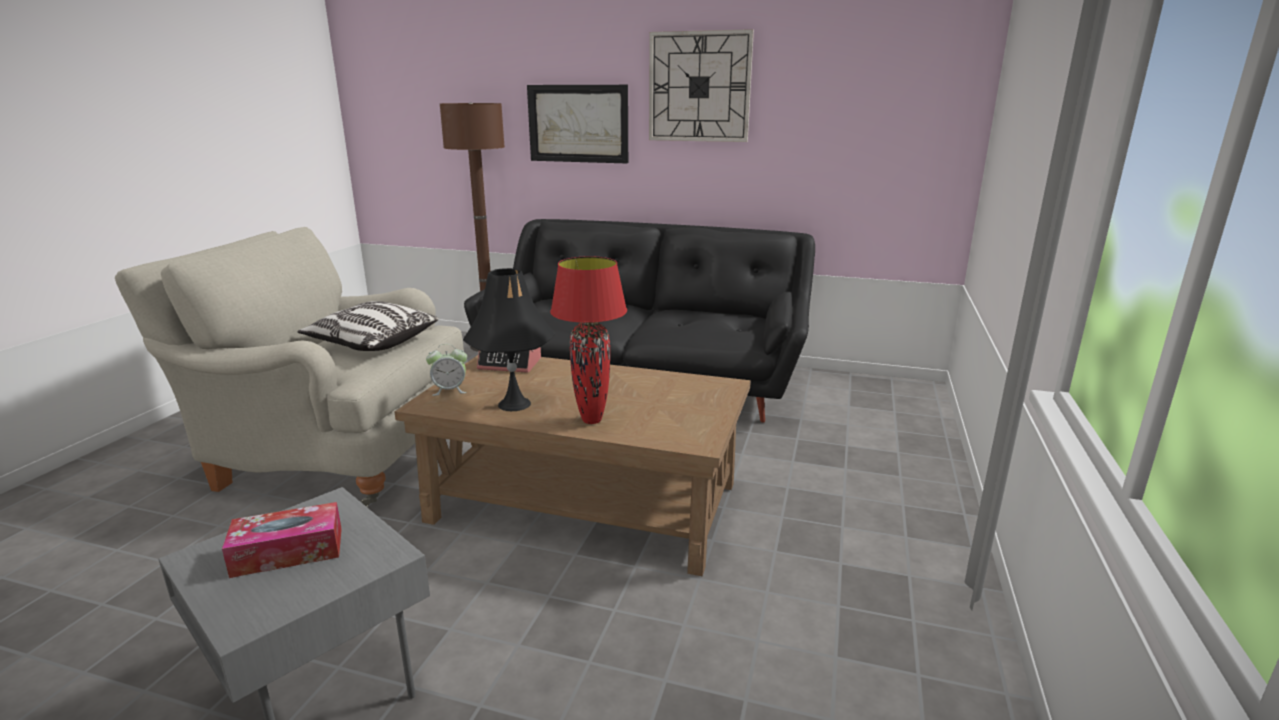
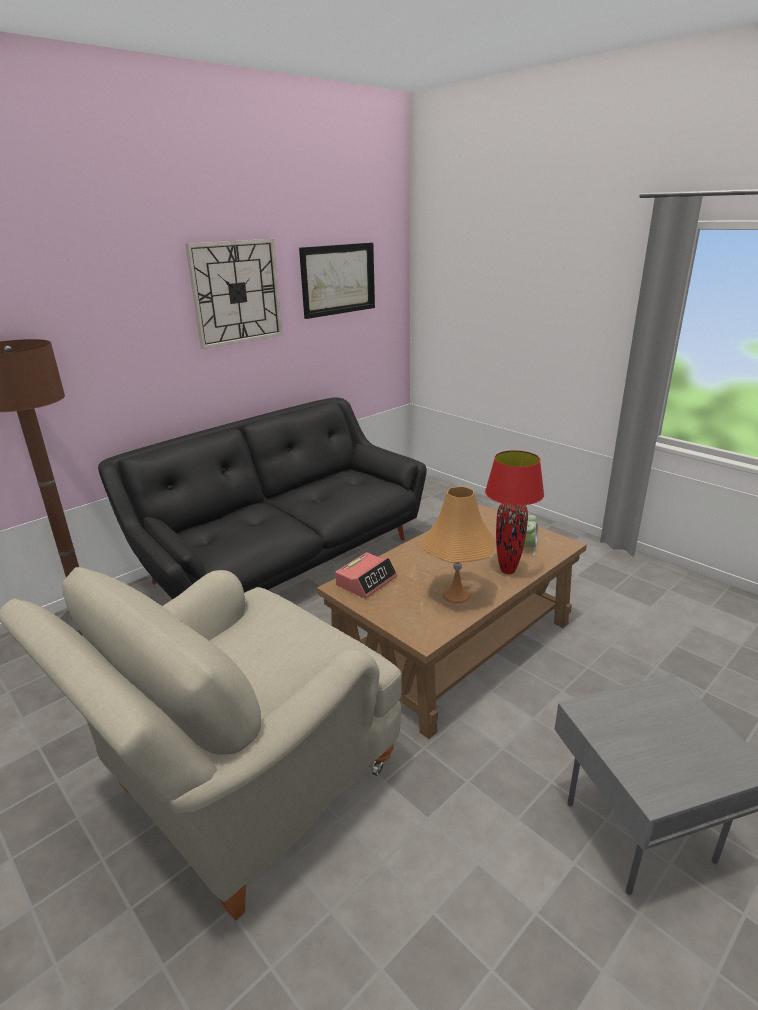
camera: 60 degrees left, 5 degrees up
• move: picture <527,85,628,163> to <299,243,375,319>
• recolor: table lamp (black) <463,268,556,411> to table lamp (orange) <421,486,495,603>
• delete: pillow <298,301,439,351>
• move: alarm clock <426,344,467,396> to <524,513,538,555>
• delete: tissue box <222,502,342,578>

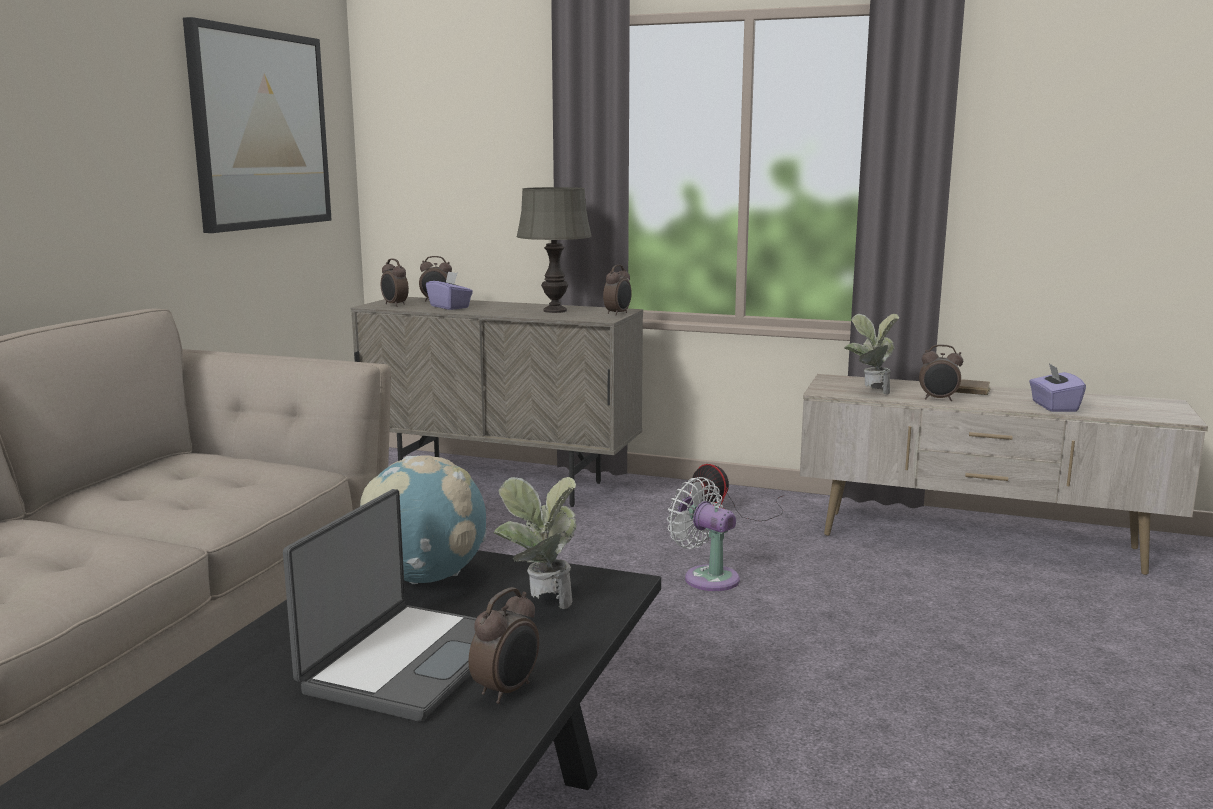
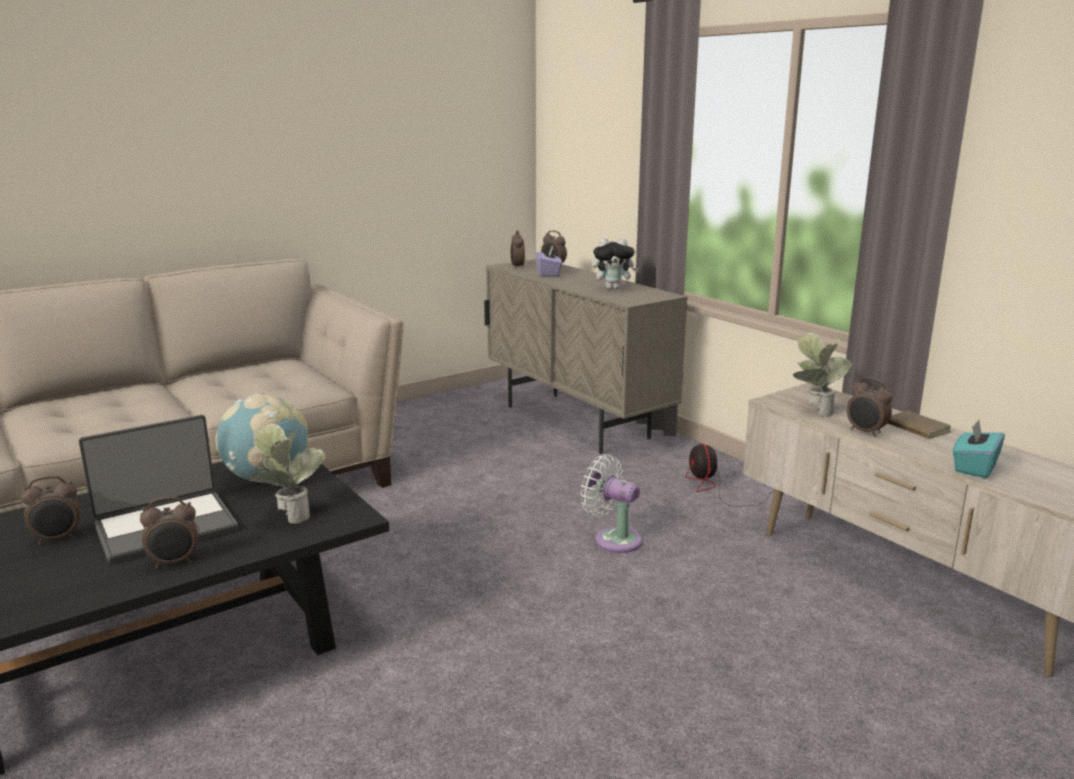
camera: 35 degrees right, 5 degrees up
• delete: picture <183,17,332,233>
• replace: table lamp (grey) <517,187,592,313> to plush toy <592,238,639,289>
• move: alarm clock <603,265,632,315> to <21,476,80,544>
• recolor: tissue box (purple) <1029,363,1086,412> to tissue box (turquoise) <953,420,1005,478>
• rotate: fan (white) <667,477,740,591> = <581,454,642,553> 45 degrees counterclockwise

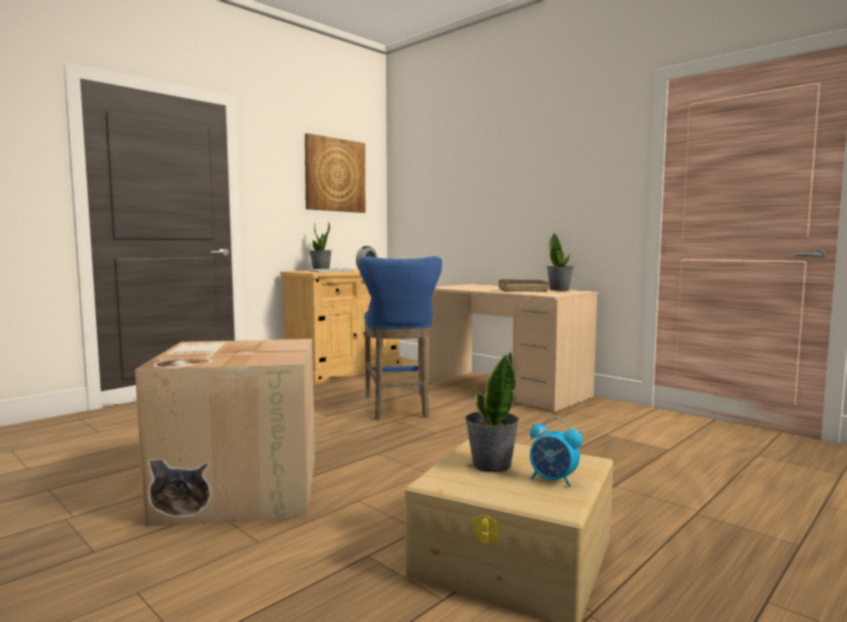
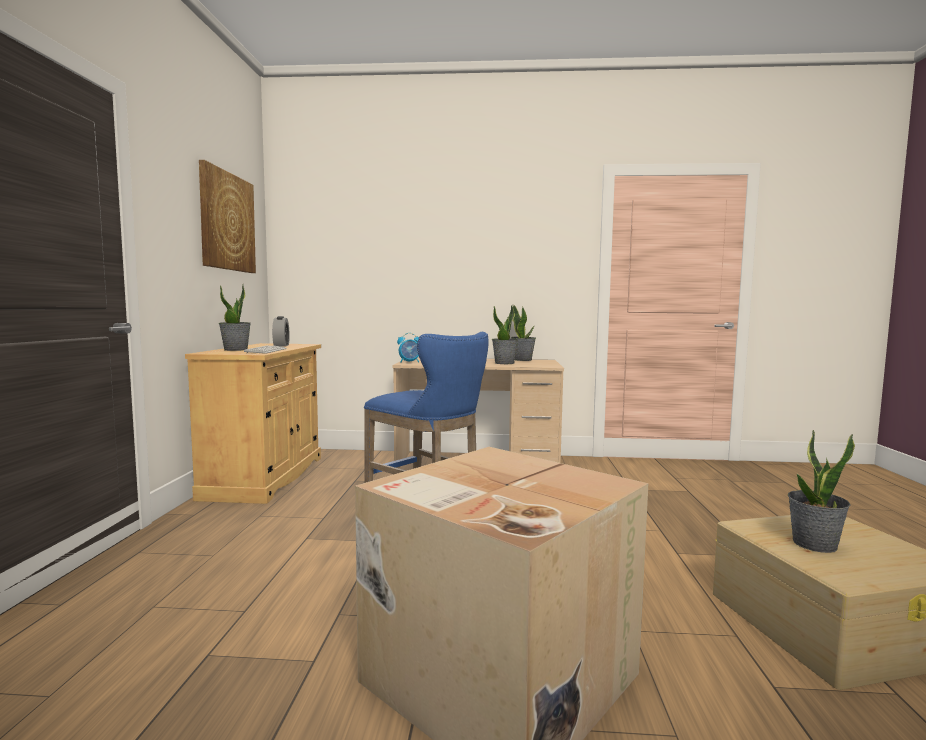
camera: 40 degrees left, 0 degrees up
• replace: book (brown) <499,279,549,292> to potted plant <492,305,519,364>
• move: alarm clock <530,417,583,487> to <397,333,419,363>

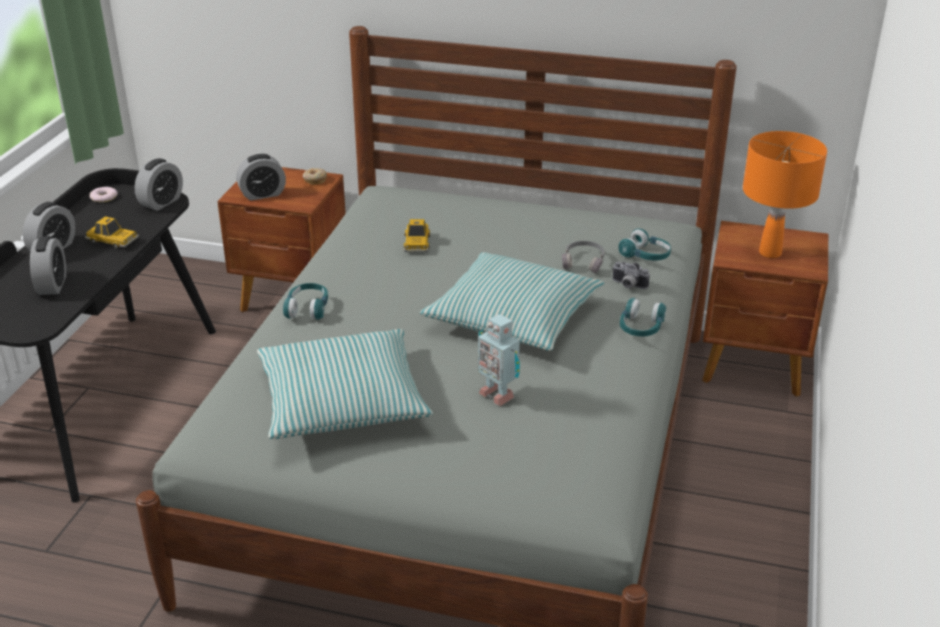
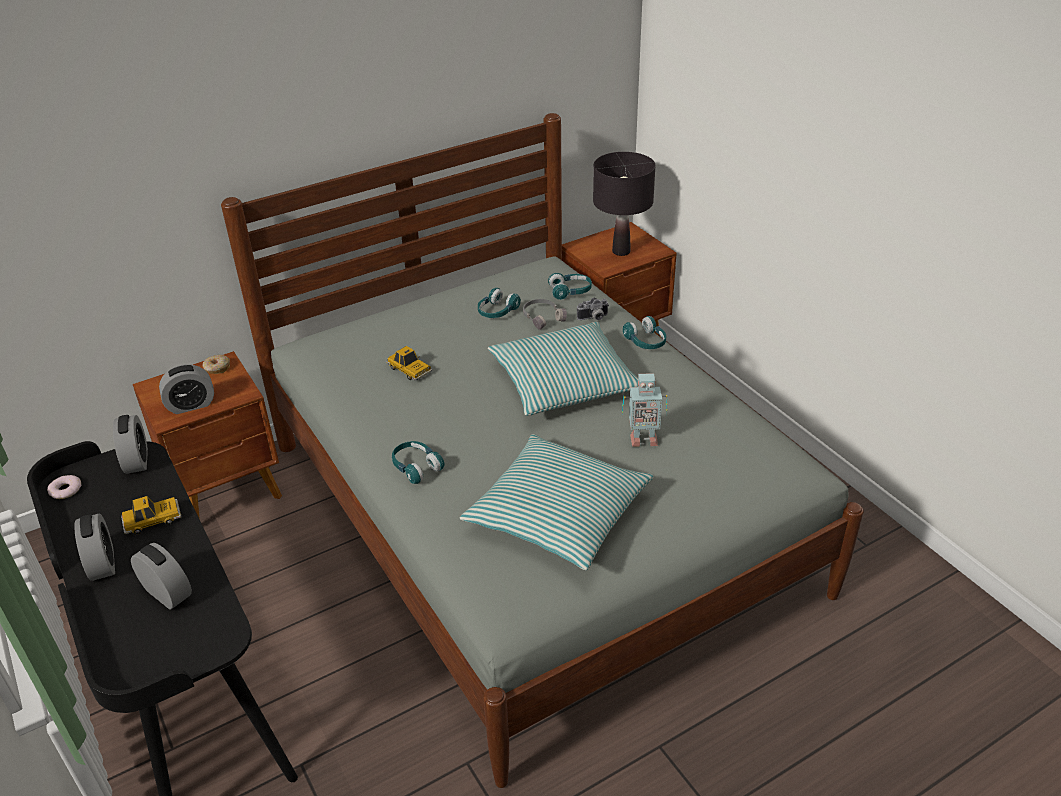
camera: 45 degrees left, 5 degrees up
• recolor: table lamp (orange) <743,131,827,258> to table lamp (black) <593,152,655,256>
• rotate: alarm clock <236,154,286,201> = <159,364,214,414> 45 degrees clockwise
• insert: headphones (turquoise) <478,288,521,318>

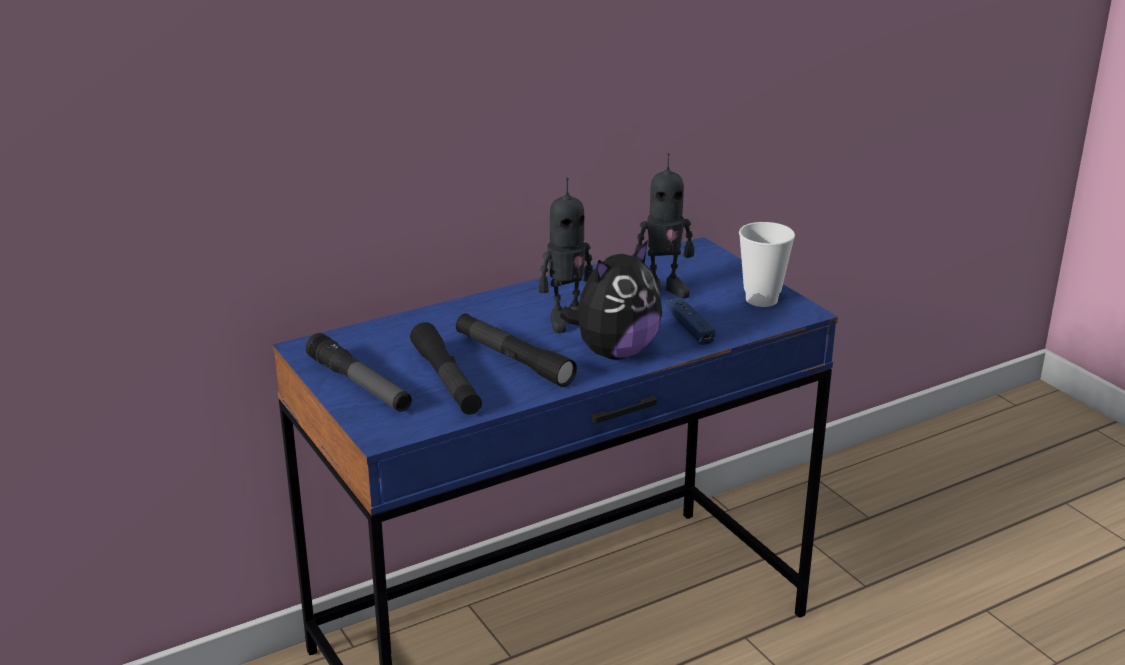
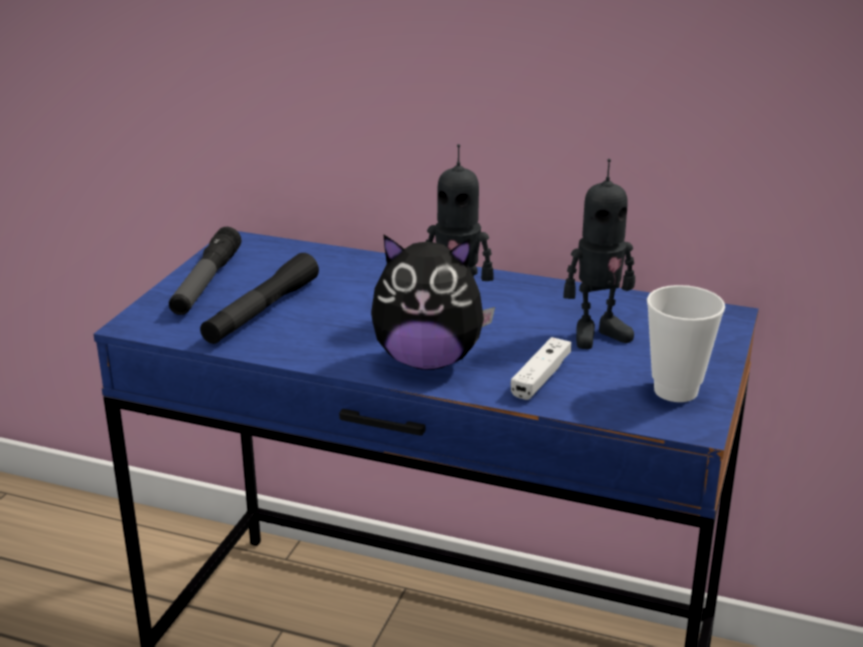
camera: 50 degrees right, 0 degrees up
• rotate: toy robot <635,153,694,299> = <563,159,635,349> 60 degrees counterclockwise
• recolor: game controller (blue) <666,297,716,345> to game controller (white) <511,337,571,400>
• delete: flashlight (black) <456,314,577,387>

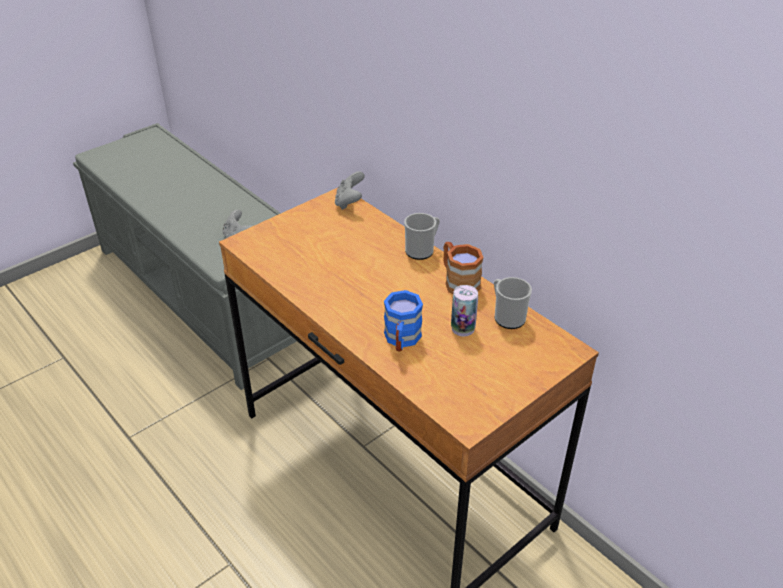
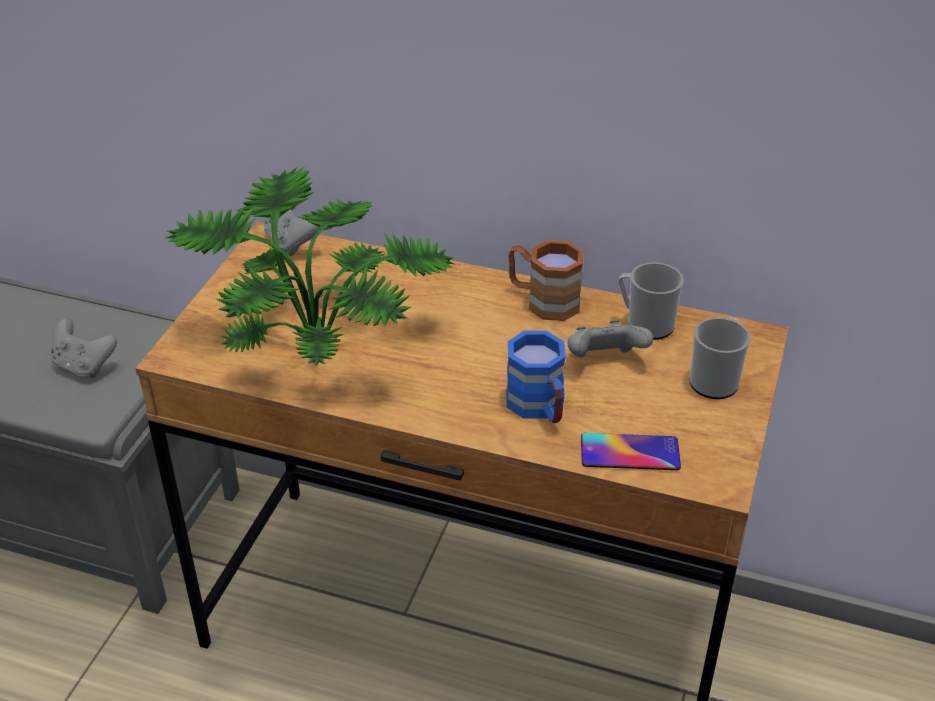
camera: 30 degrees left, 0 degrees up
• move: mug <404,213,440,260> to <689,317,751,399>
• replace: can <451,285,478,337> to game controller (grey) <567,319,653,357>
• insert: potted plant <166,166,454,367>
• insert: phone <581,433,681,470>

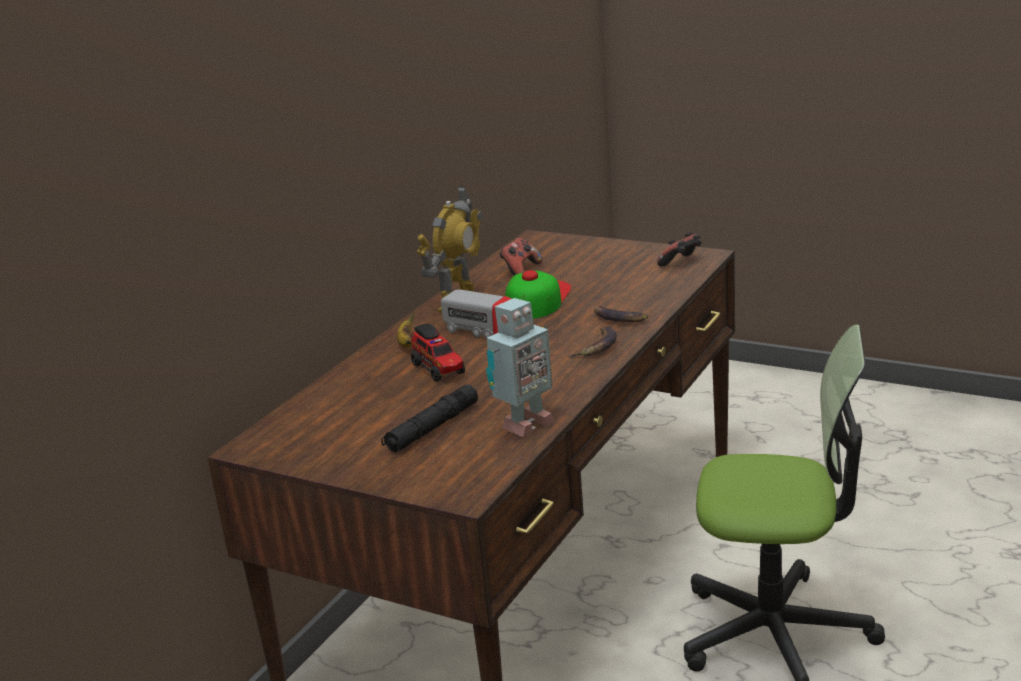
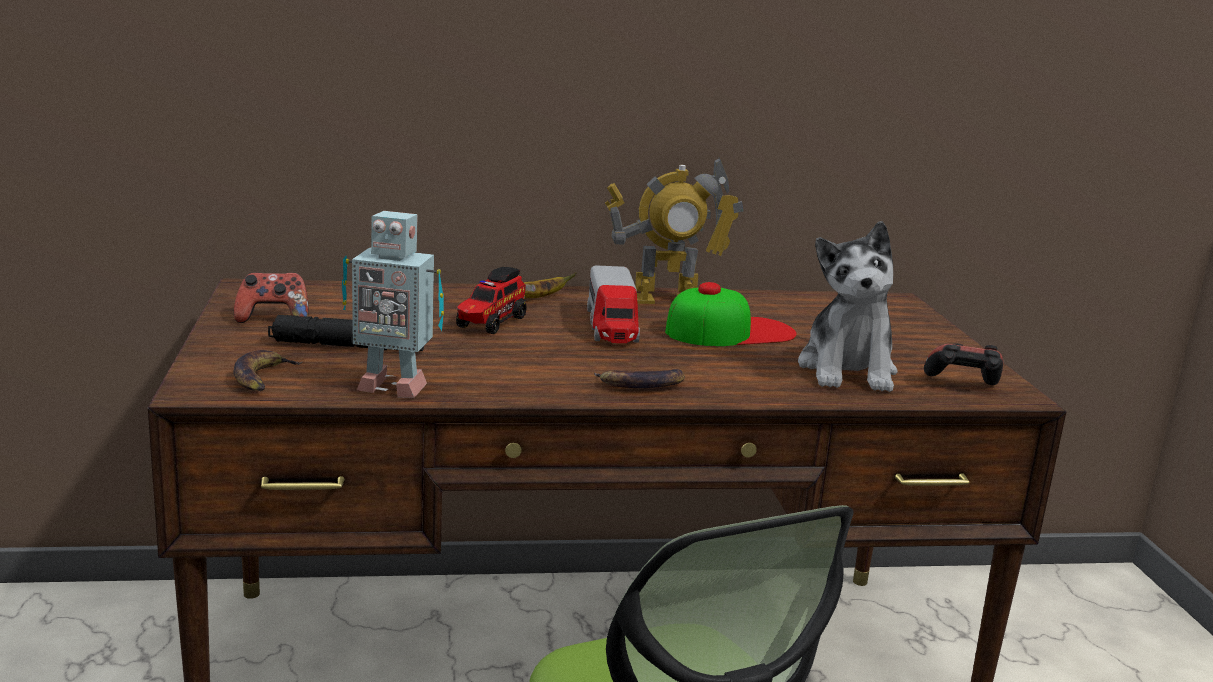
camera: 50 degrees right, 5 degrees down
• move: game controller <499,238,542,276> to <234,272,309,323>
• move: banana <594,306,648,322> to <233,350,303,391>
• insert: plush toy <798,221,898,392>

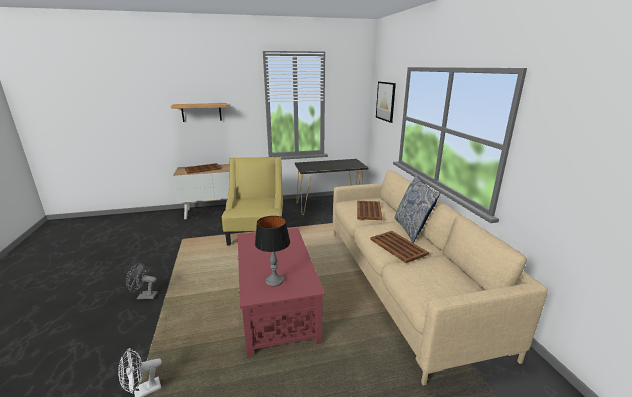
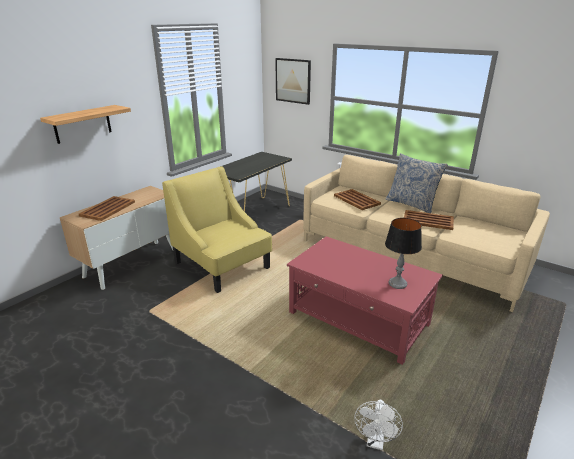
camera: 40 degrees left, 5 degrees up
• delete: fan (grey) <126,262,158,299>

